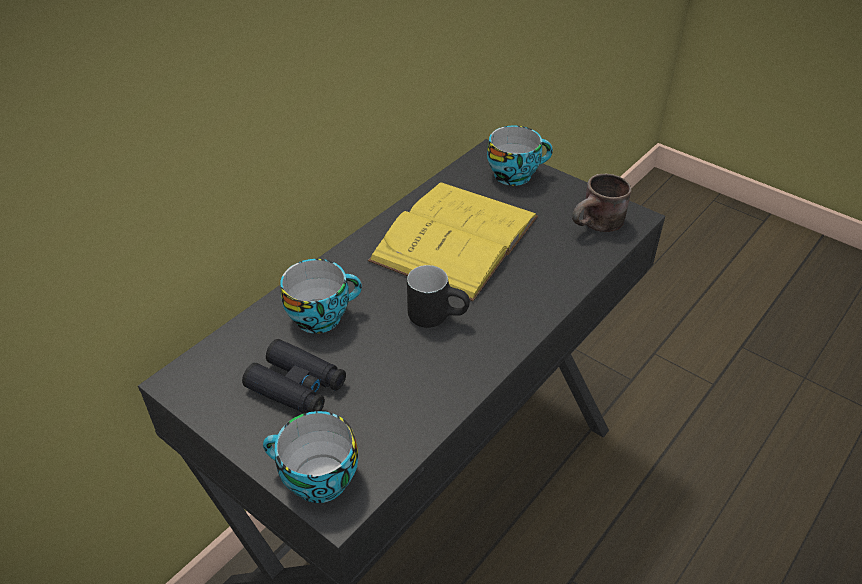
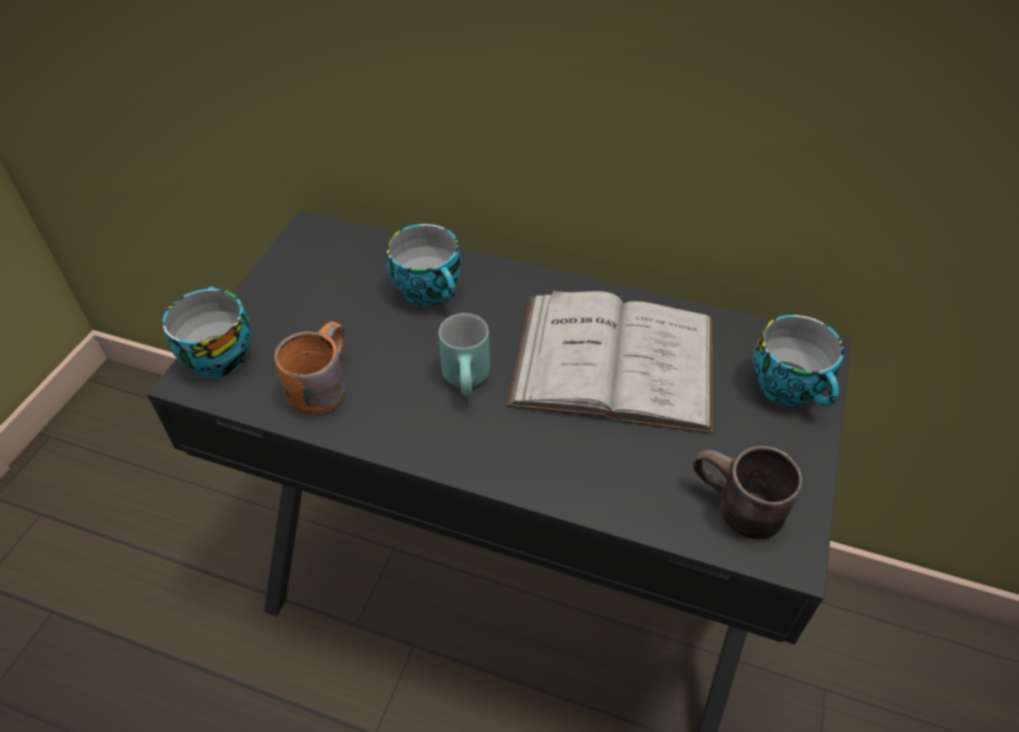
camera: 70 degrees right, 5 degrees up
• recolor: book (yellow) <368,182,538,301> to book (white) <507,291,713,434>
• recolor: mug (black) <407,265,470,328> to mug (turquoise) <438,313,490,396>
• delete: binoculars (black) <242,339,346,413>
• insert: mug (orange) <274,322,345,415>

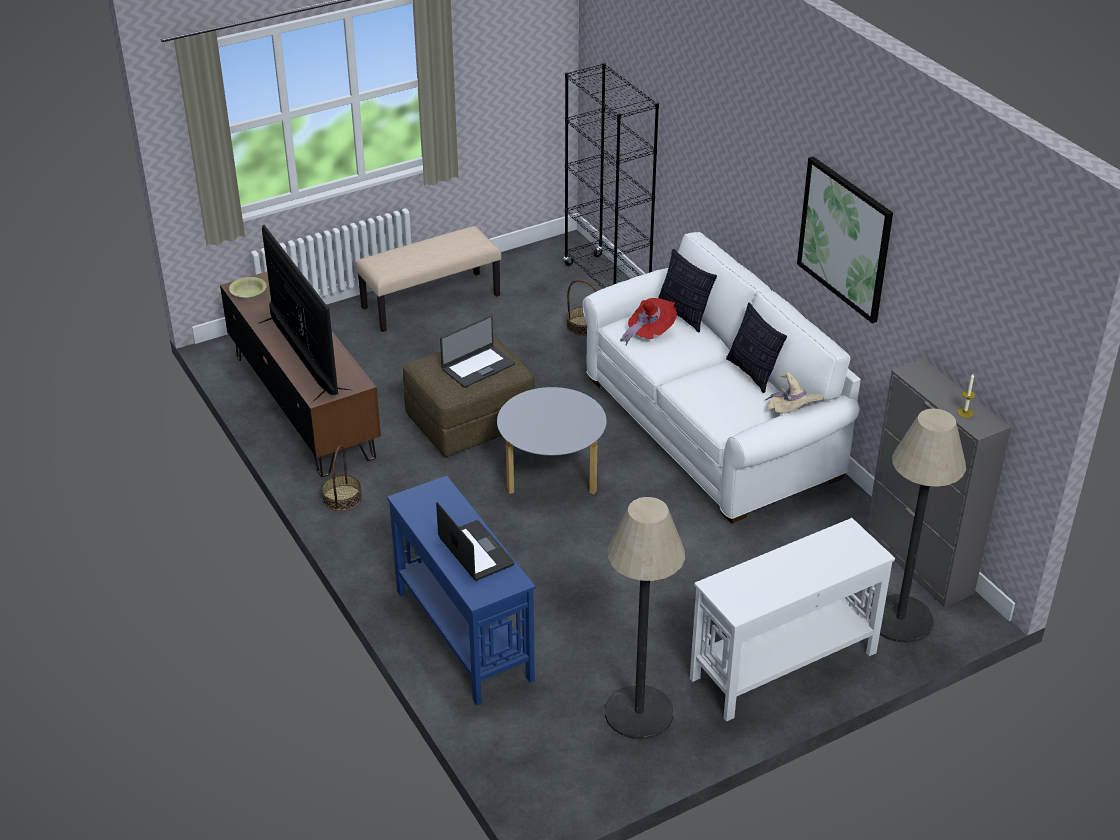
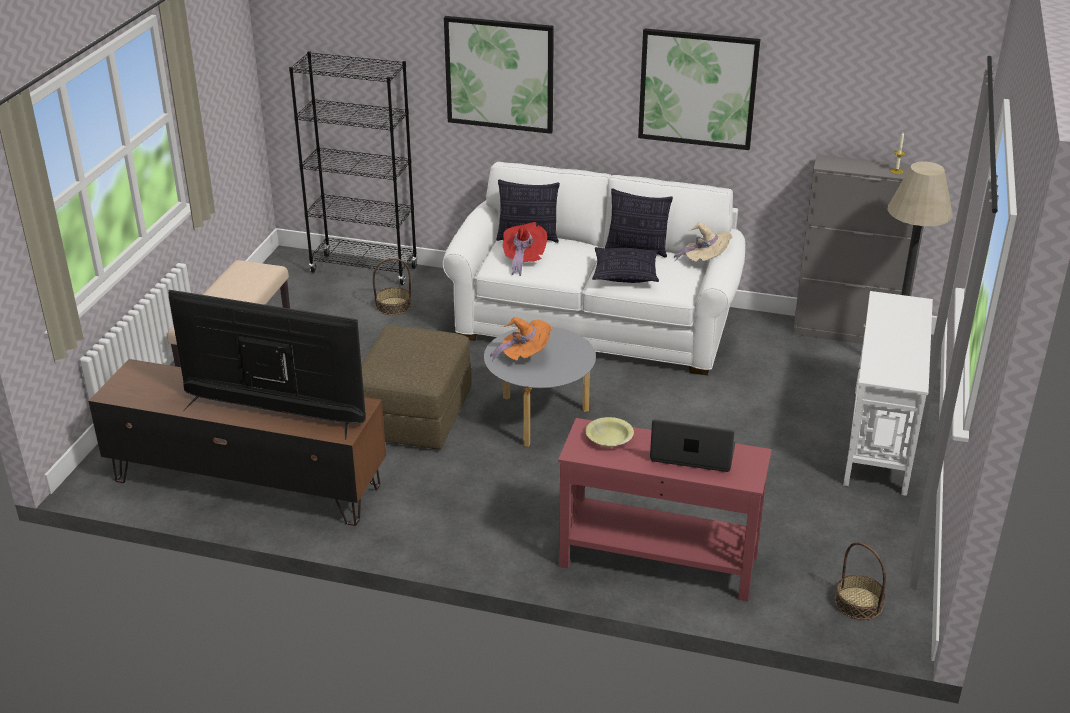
camera: 45 degrees left, 5 degrees down
• move: bowl (yellow) <229,277,267,299> to <586,417,634,447>
• delete: laptop <440,315,515,388>
• move: basket <321,445,362,511> to <835,542,886,620>
• recolor: console table (blue) <387,476,535,706> to console table (red) <558,418,772,602>
• delete: floor lamp <605,497,685,739>
• insert: picture <444,16,554,134>
• insert: pillow <592,247,659,283>
• insert: hat (orange) <490,317,553,361>

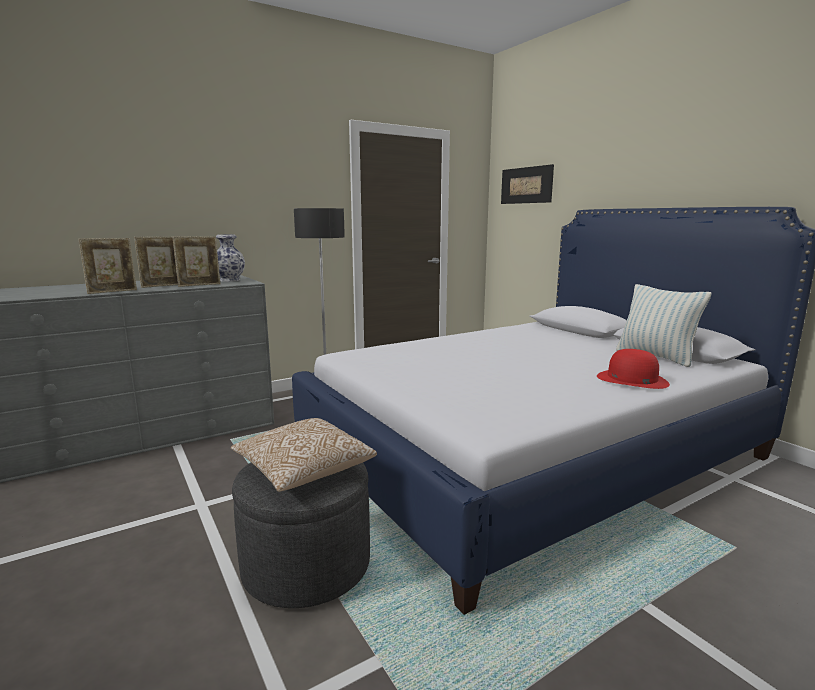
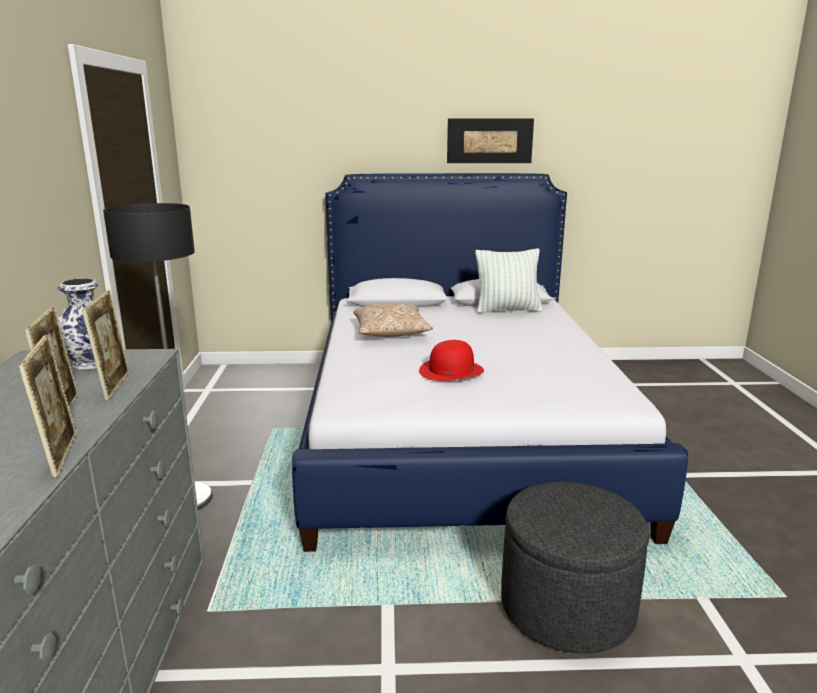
camera: 60 degrees left, 5 degrees up
• move: picture <501,164,554,204> to <447,118,534,163>
• move: hat (red) <597,349,670,389> to <419,340,484,381>
• move: pillow <231,418,377,492> to <353,303,433,337>

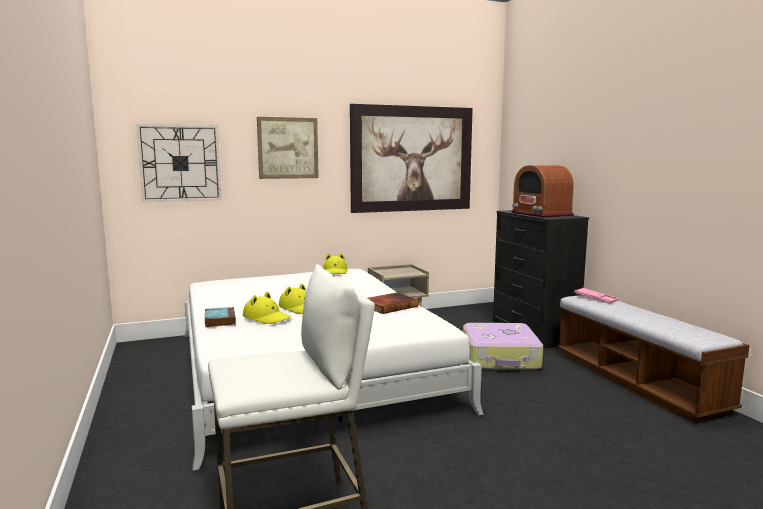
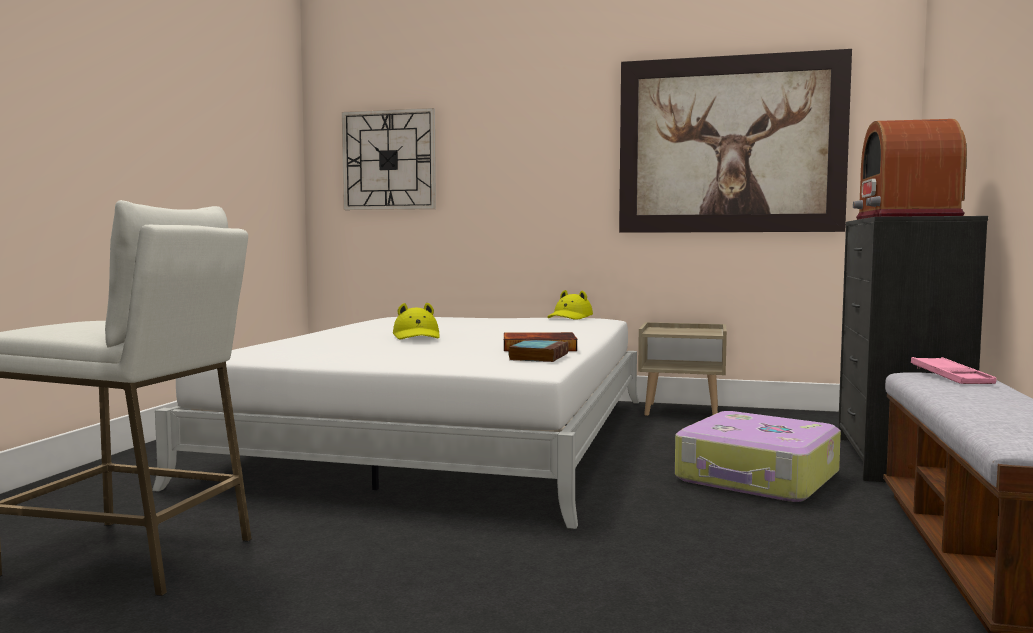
camera: 35 degrees right, 5 degrees down
• delete: picture <257,117,319,179>
• delete: hat (yellow) <243,292,291,324>
• move: book <205,307,236,327> to <508,340,569,362>

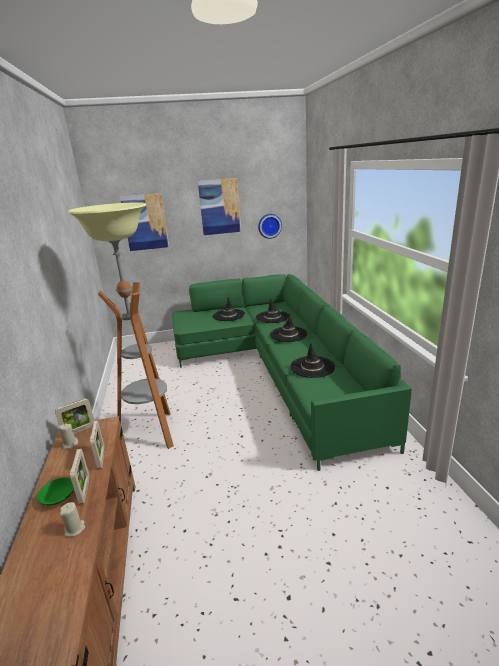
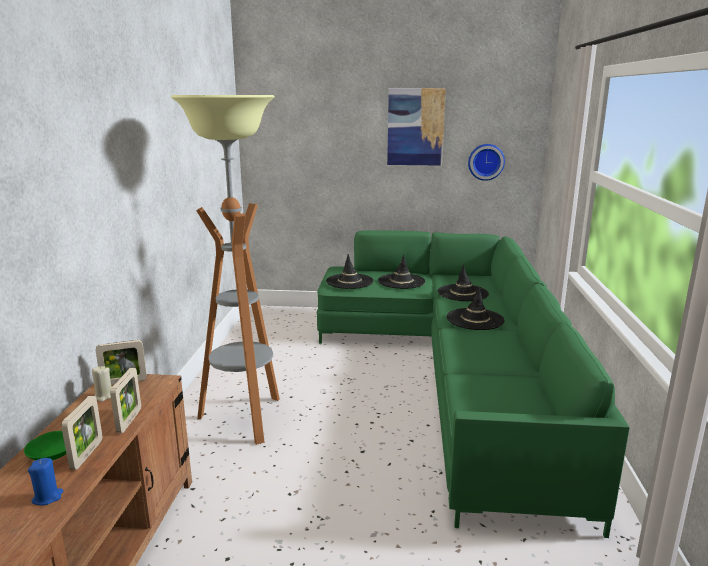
camera: 15 degrees right, 5 degrees down
• delete: picture <120,193,169,251>
• move: hat (black) <290,343,335,378> to <326,254,373,289>
• recolor: candle (beige) <60,502,85,537> to candle (blue) <28,458,63,506>

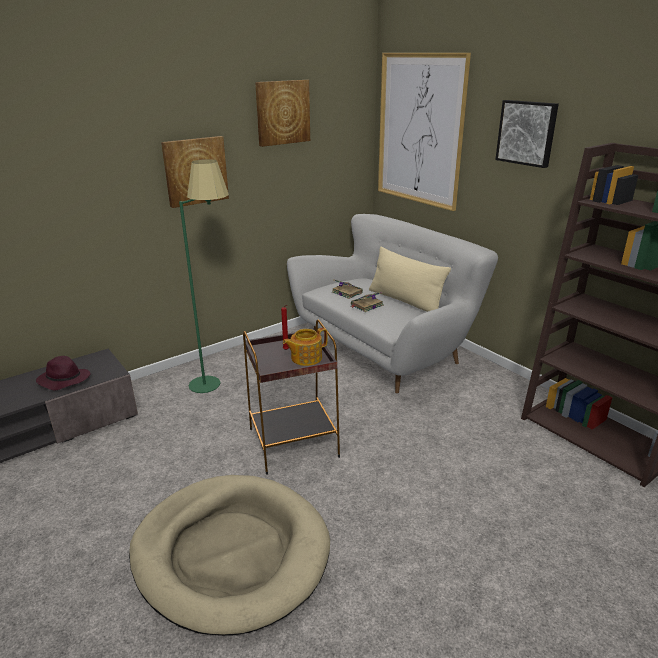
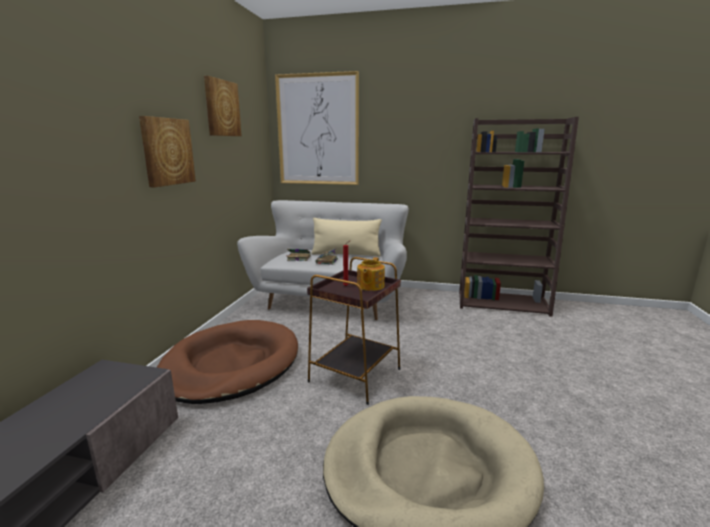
camera: 40 degrees left, 10 degrees down
• delete: picture <495,100,559,168>
• replace: floor lamp (green) <179,159,229,393> to dog bed (brown) <157,320,298,404>
• delete: hat (purple) <36,356,90,390>

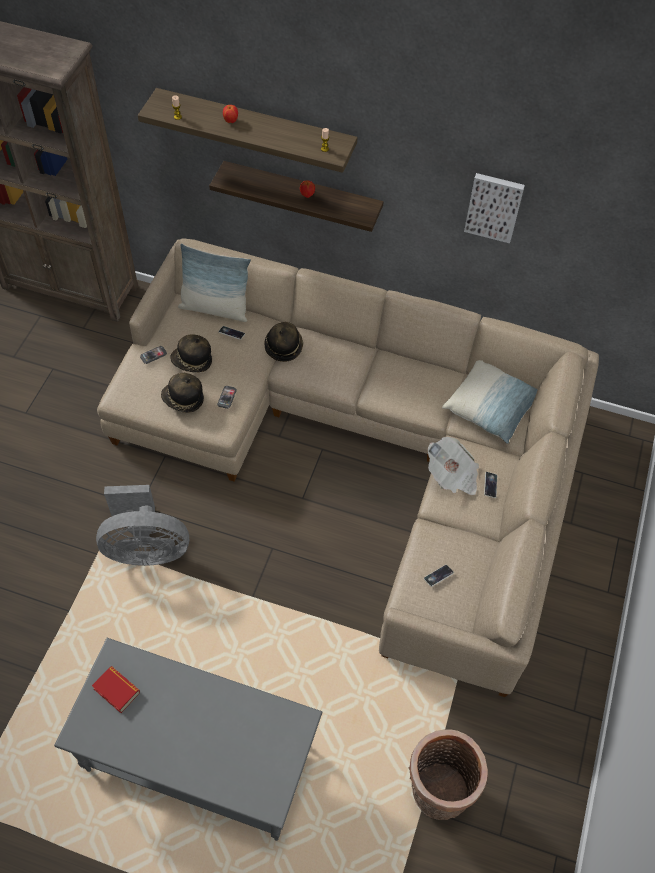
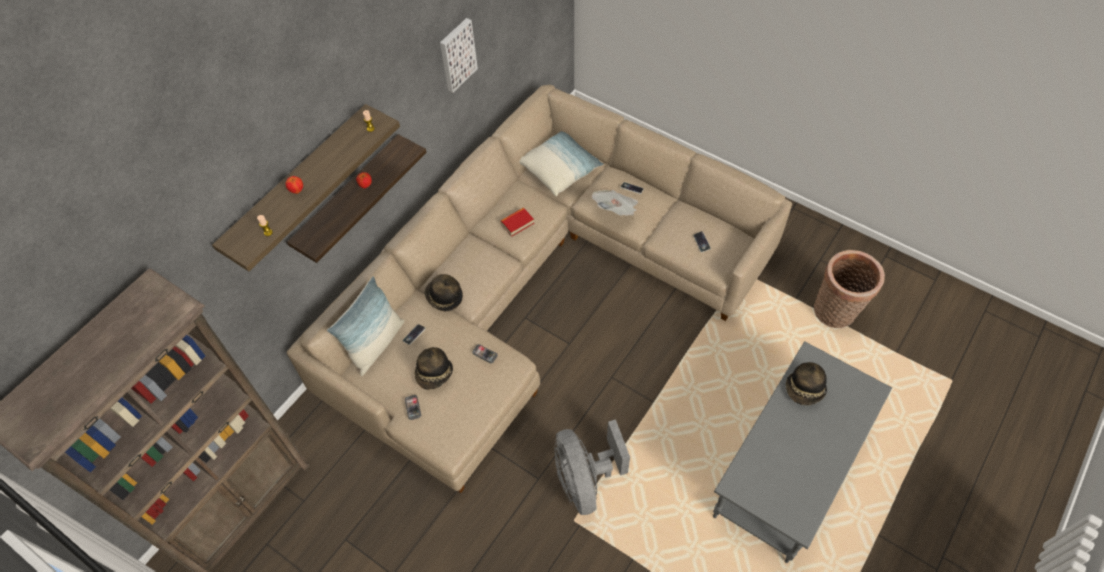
camera: 70 degrees left, 0 degrees up
• move: hat <161,373,204,413> to <786,362,827,405>
• rotate: fan (grey) <96,485,189,566> = <555,419,630,515> 150 degrees clockwise
• move: book <92,666,140,713> to <501,208,534,237>

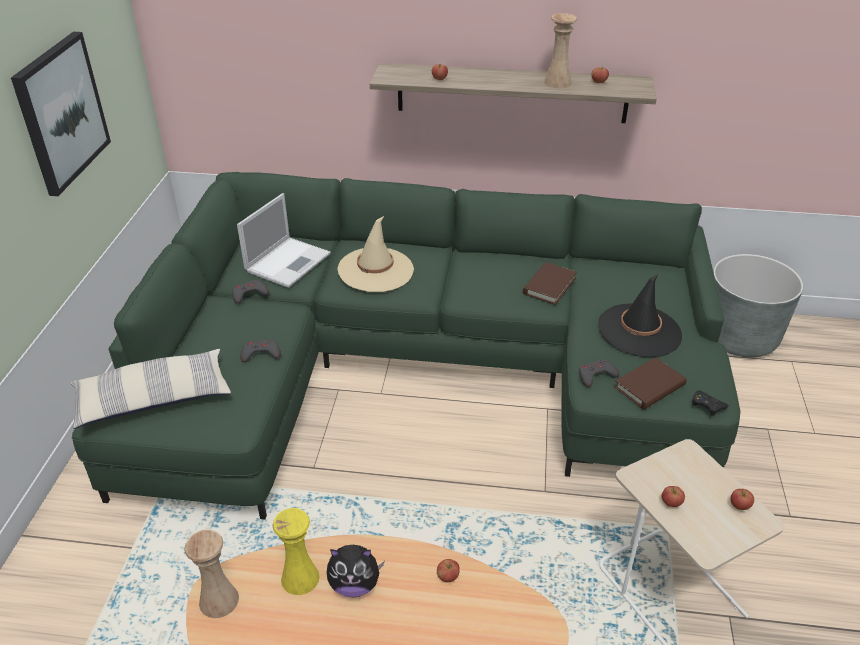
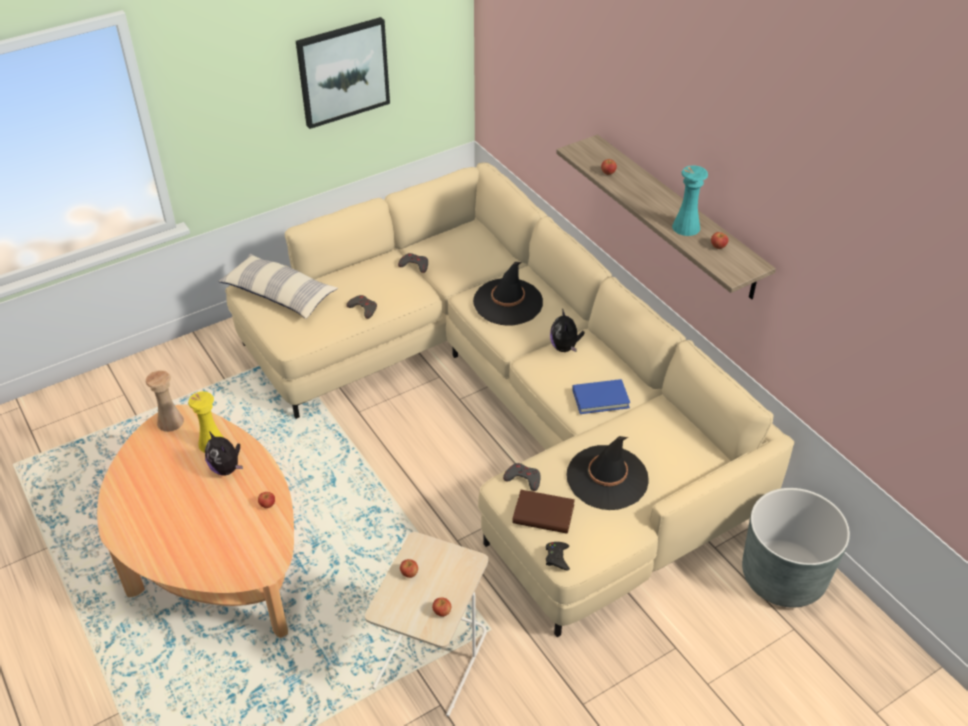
camera: 50 degrees right, 5 degrees up
• recolor: vase (beige) <544,13,577,88> to vase (turquoise) <672,165,708,236>
• recolor: sofa (green) <72,172,740,520> to sofa (beige) <225,162,794,637>
• delete: laptop <237,193,331,288>
• recolor: hat (beige) <337,216,414,292> to hat (black) <473,262,543,326>
• recolor: book (brown) <523,262,577,305> to book (blue) <572,379,630,414>
• insert: plush toy <550,308,585,352>

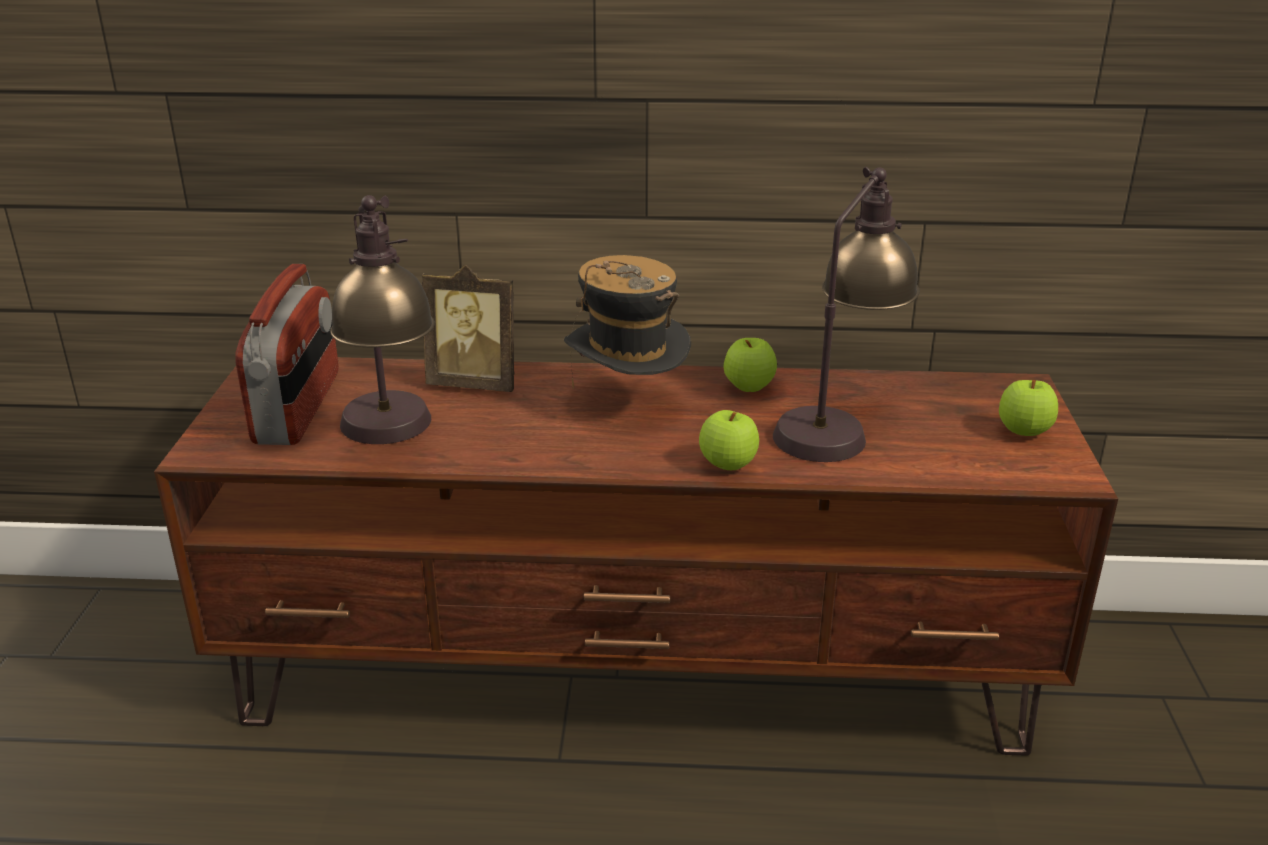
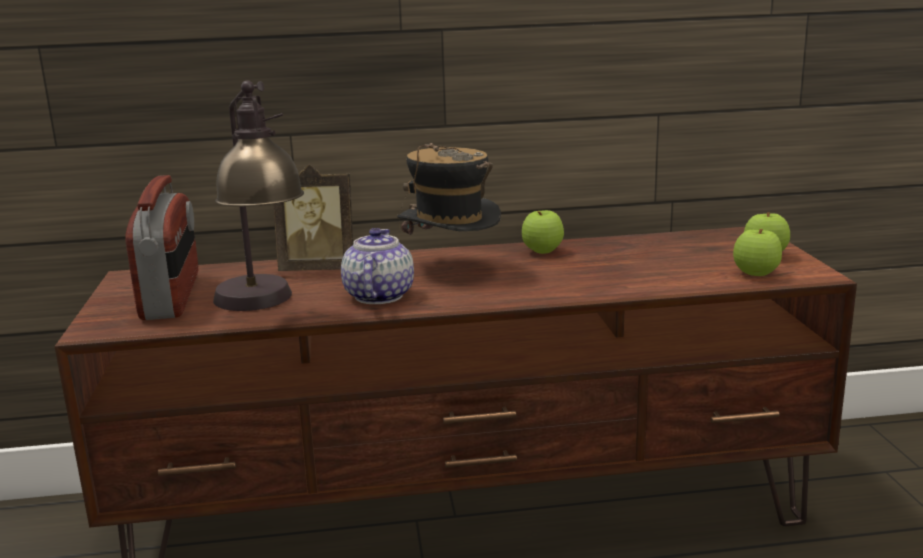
camera: 10 degrees left, 10 degrees down
• delete: table lamp <773,167,920,462>
• move: apple <699,410,759,470> to <733,229,782,276>
• insert: teapot <341,228,414,304>

